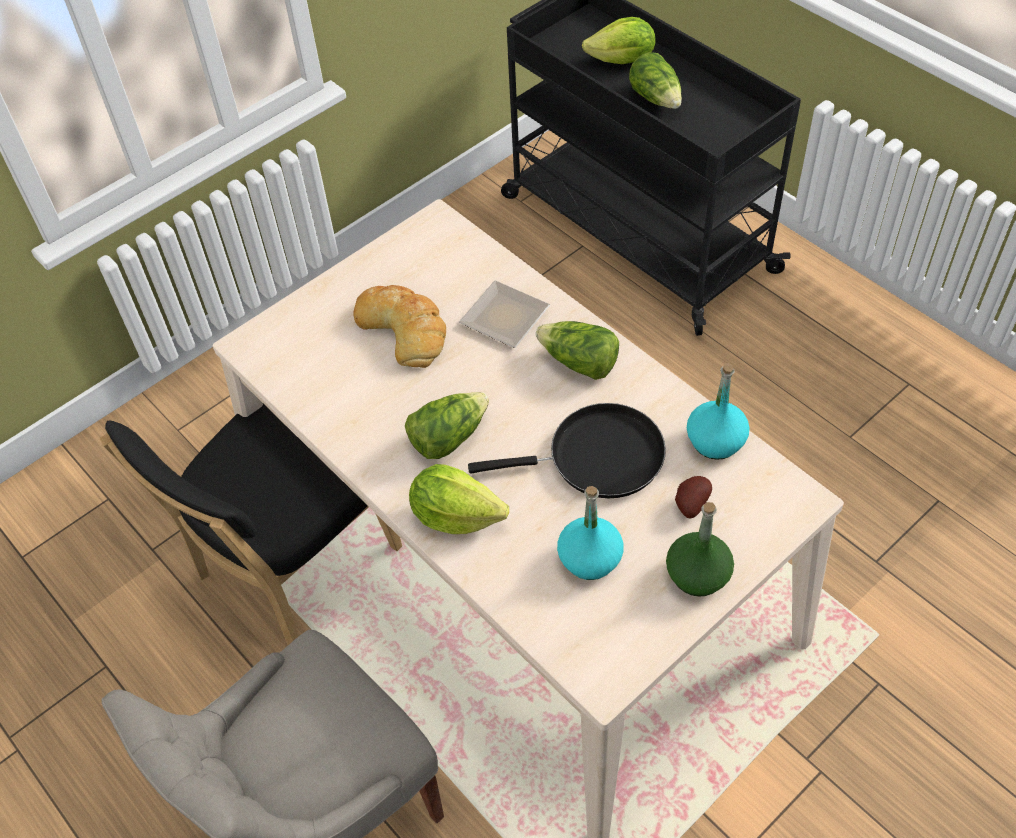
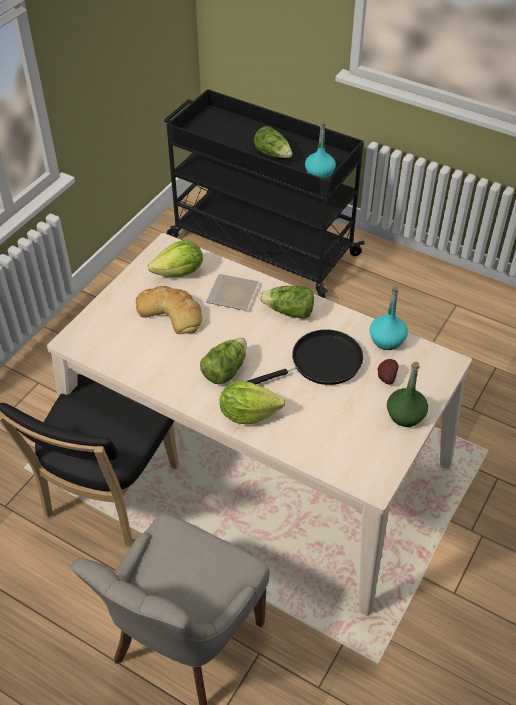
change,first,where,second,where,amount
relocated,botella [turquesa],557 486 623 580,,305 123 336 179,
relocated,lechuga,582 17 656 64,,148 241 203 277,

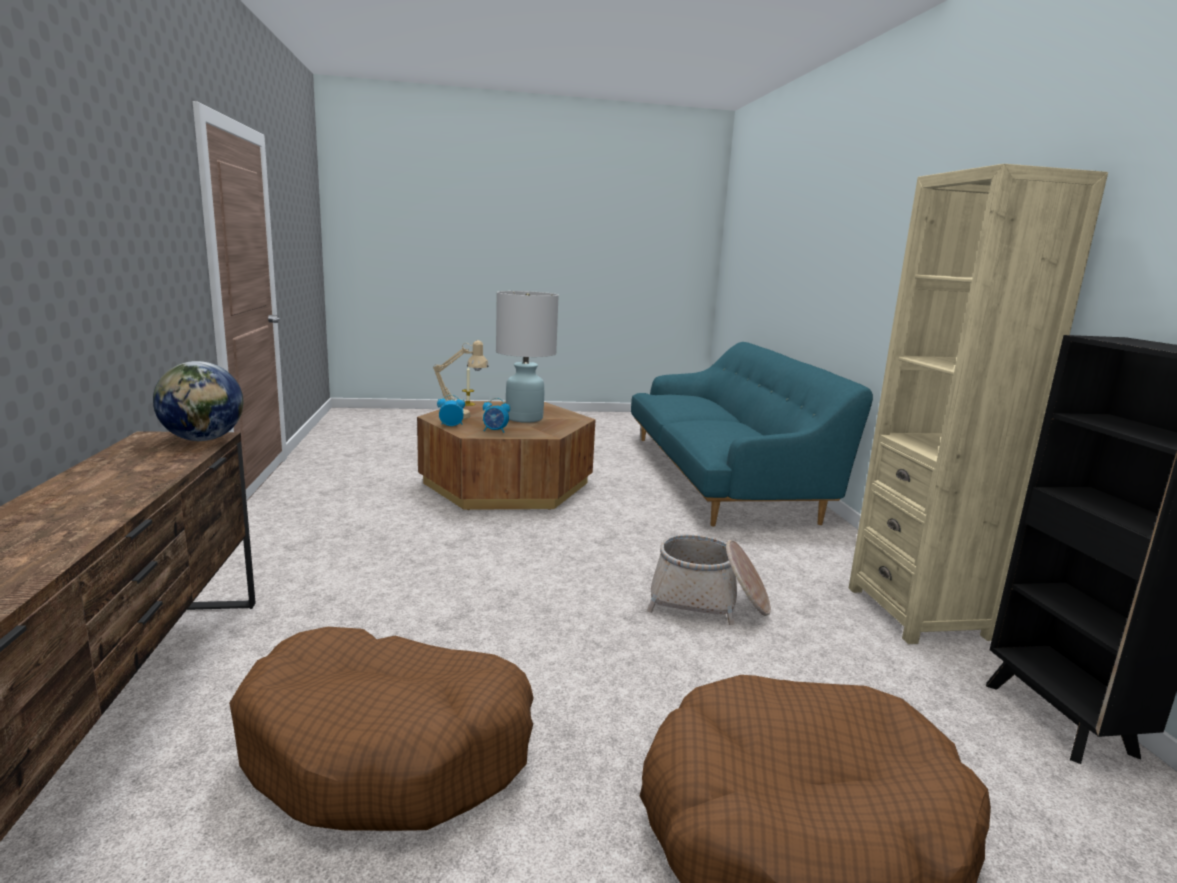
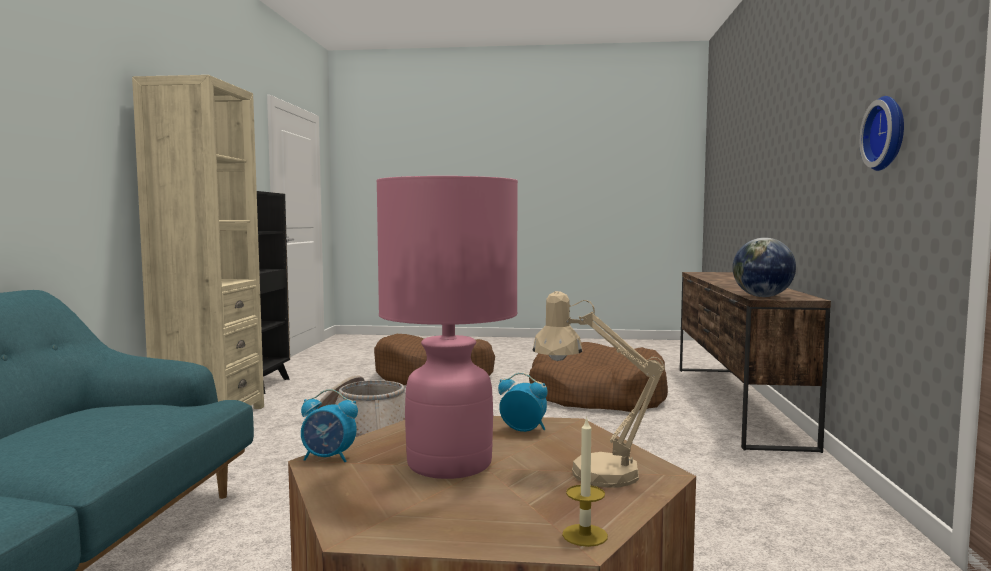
change,first,where,second,where,amount
relocated,despertador,437 395 465 426,,301 389 358 462,
colour,lámpara de mesa [blanco],496 291 559 423,lámpara de mesa [rosa],376 176 518 479,
appeared,,,reloj de pared,859 96 904 171,

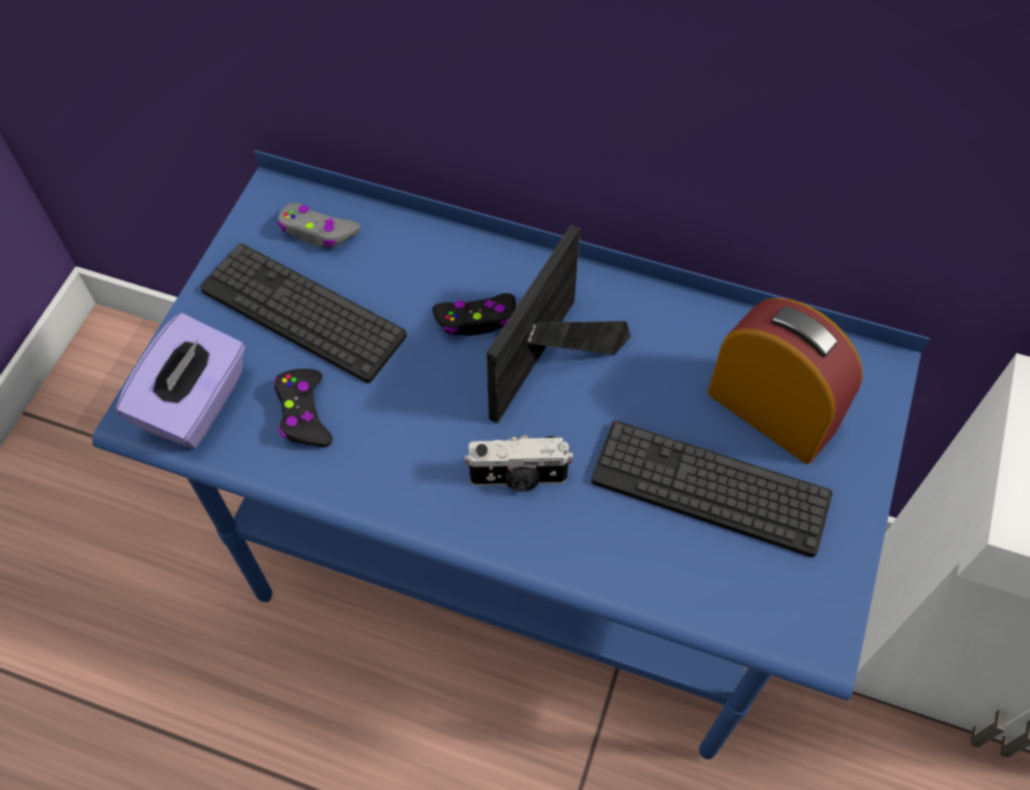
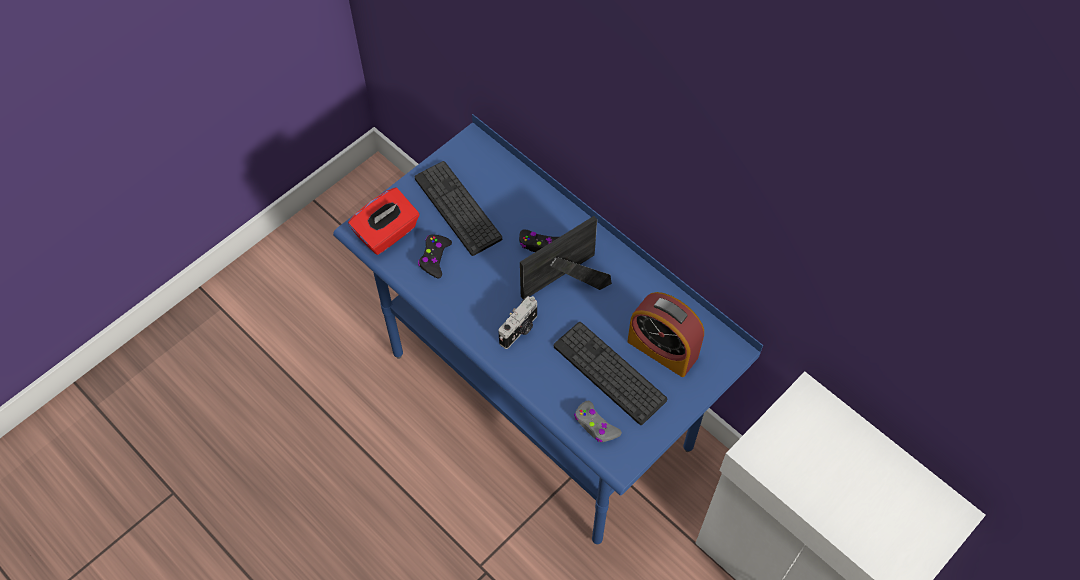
change,first,where,second,where,amount
colour,caja de pañuelos [morado],116 313 245 449,caja de pañuelos [rojo],348 187 420 255,
relocated,mando de consola [gris],277 203 360 248,,574 401 622 442,
spun,cámara,465 435 573 492,,498 296 537 349,75 degrees counterclockwise
spun,despertador,708 298 863 464,,628 292 704 377,150 degrees clockwise

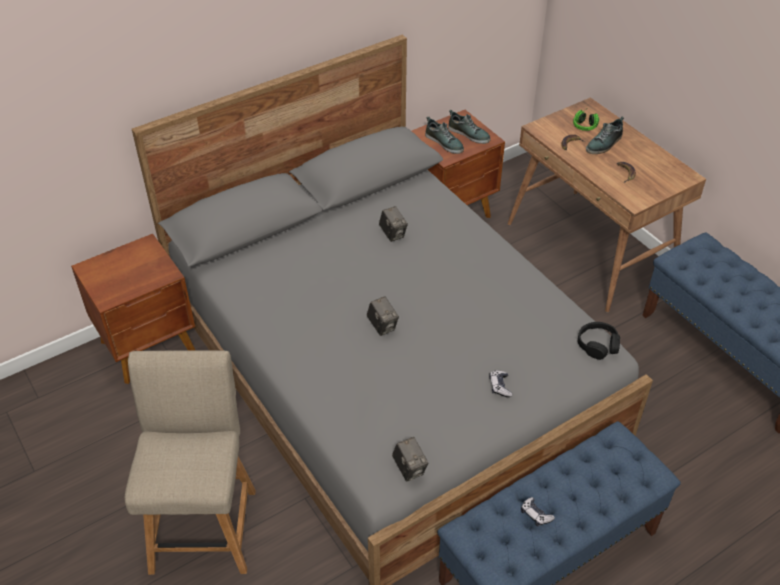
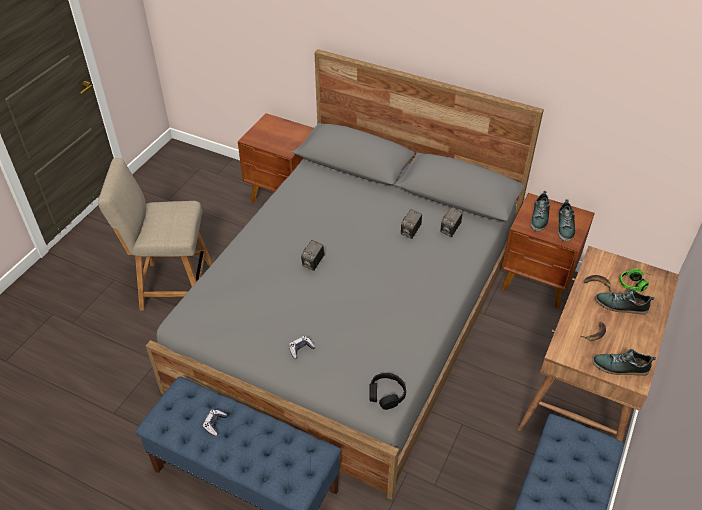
change,first,where,second,where,amount
spun,silla [beis],125 350 256 575,,98 158 213 311,150 degrees counterclockwise
relocated,cámara,392 437 428 482,,440 207 463 237,
appeared,,,zapato,592 349 656 376,

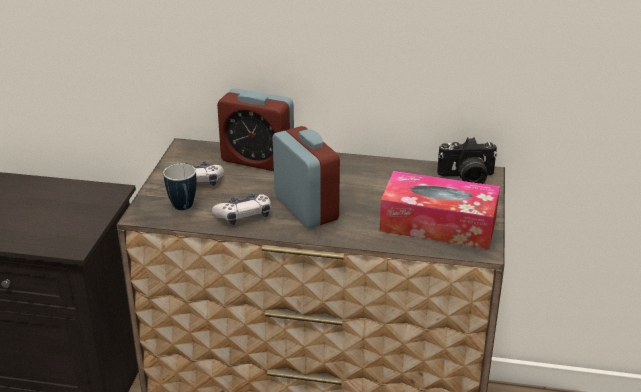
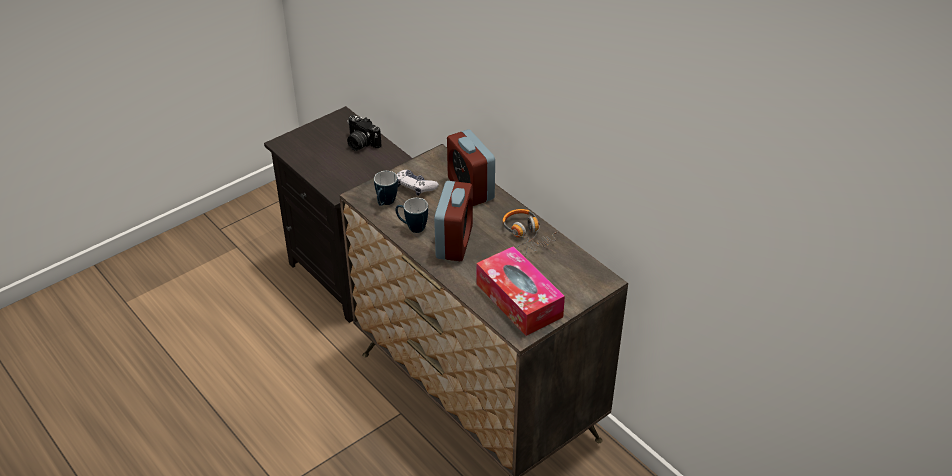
change,first,where,second,where,amount
exchanged,mando de consola,212 193 271 225,taza grande,395 198 428 233,
relocated,cámara,437 137 497 184,,347 115 381 151,
appeared,,,auriculares,502 209 559 255,

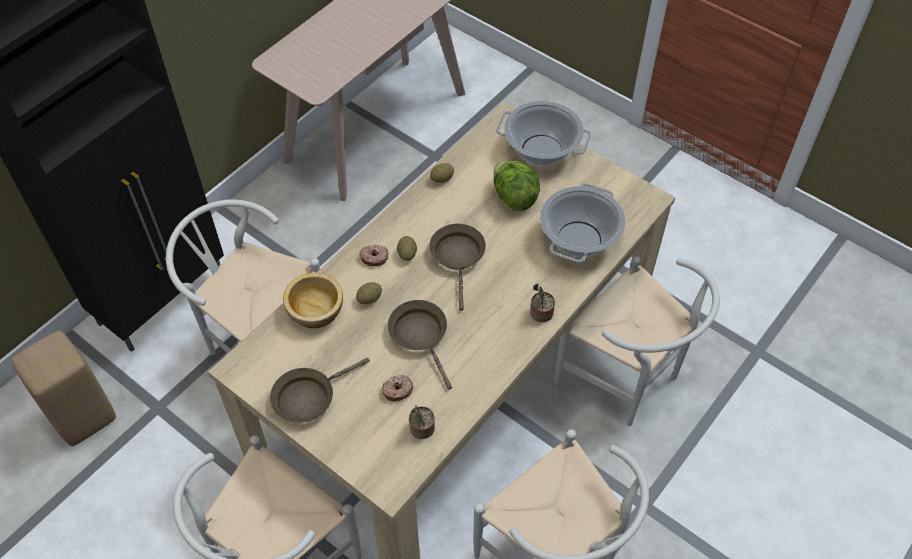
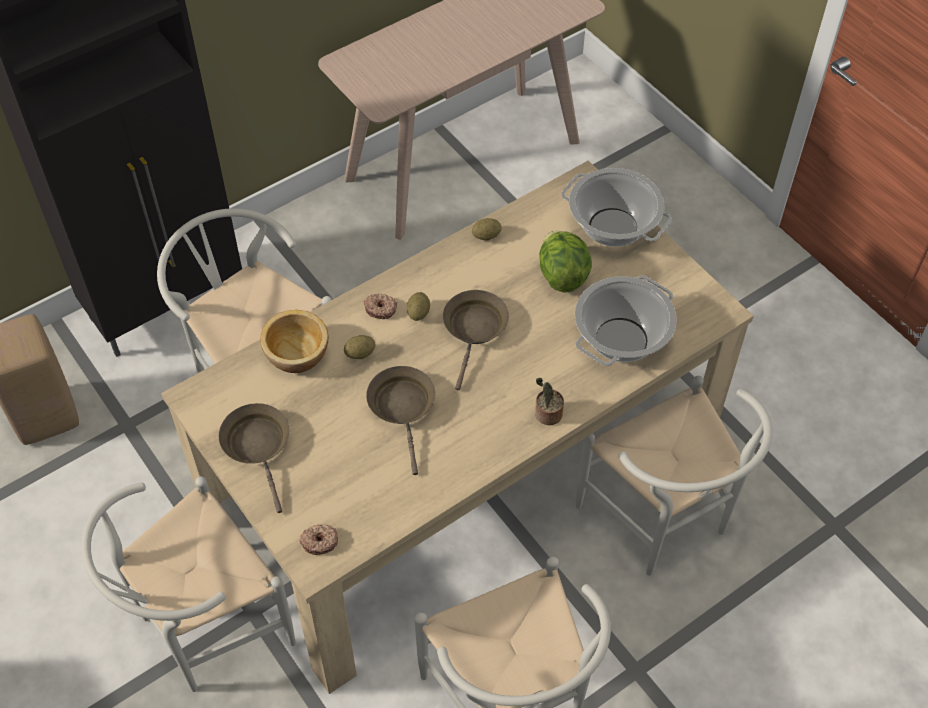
change,first,where,second,where,amount
spun,sartén [marrón],270 358 370 423,,219 403 289 513,90 degrees clockwise
relocated,rosquilla,381 375 413 402,,300 525 338 555,
missing,planta en maceta,409 405 435 439,,,

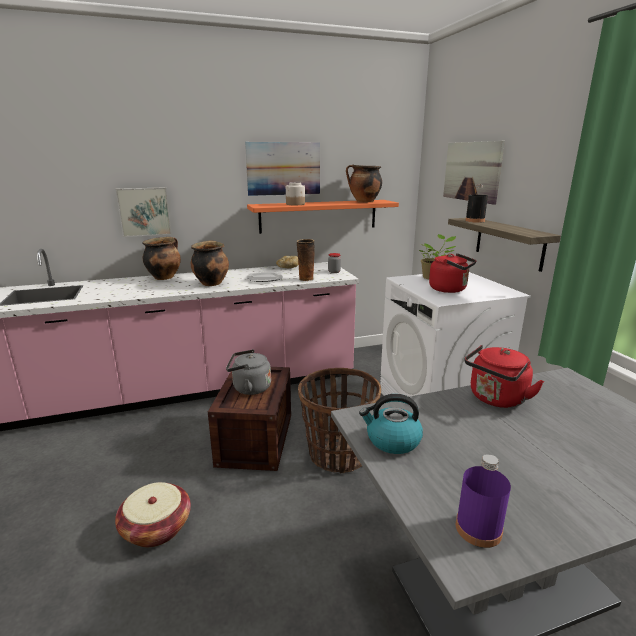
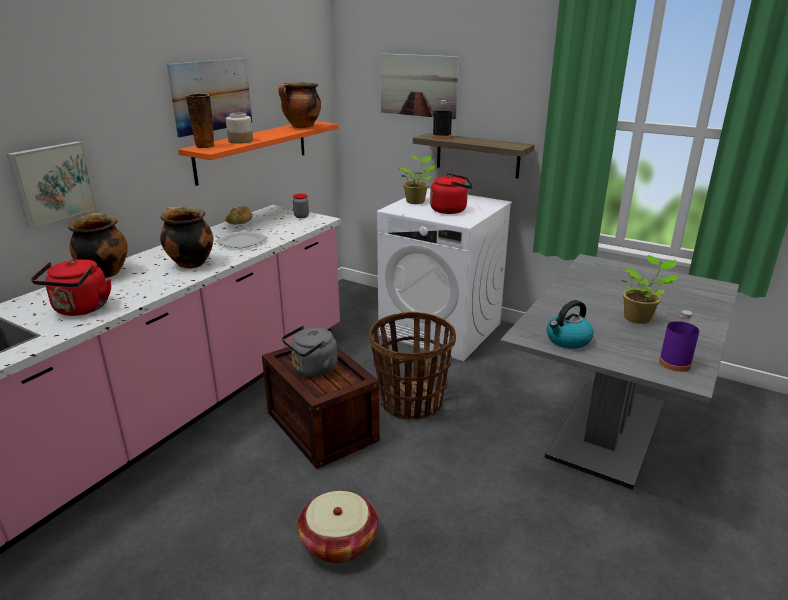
change,first,where,second,where,amount
relocated,florero,296 239 314 281,,186 93 215 148,
relocated,hervidor [rojo],465 345 544 408,,31 259 111 316,
appeared,,,planta en maceta,620 255 679 324,

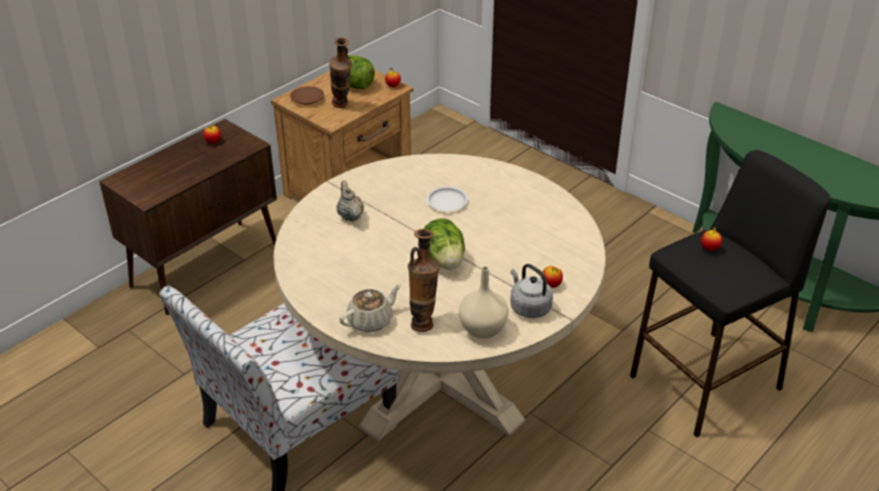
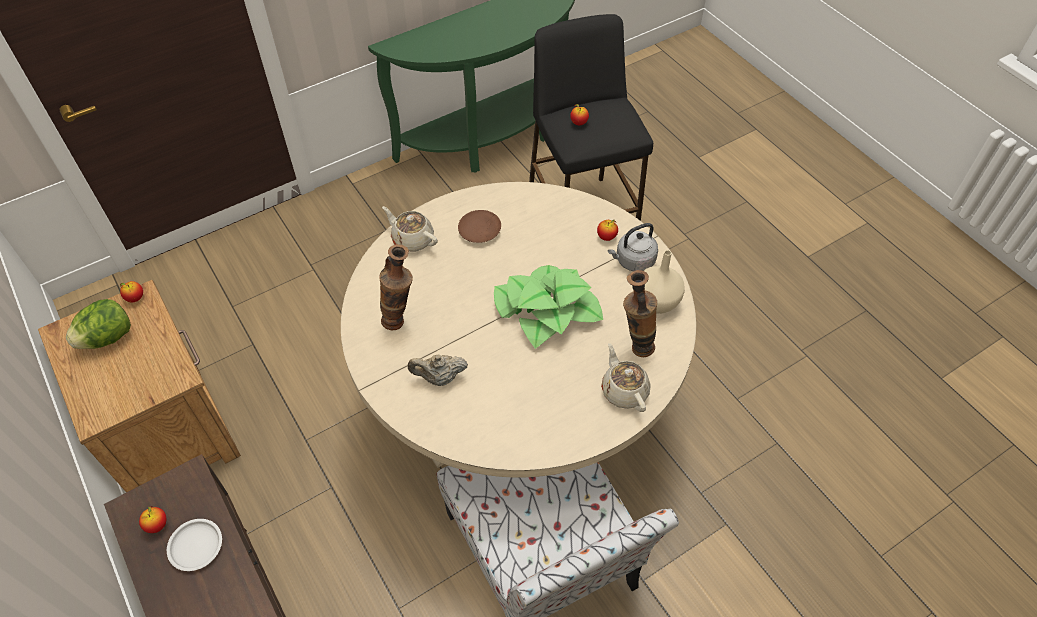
change,first,where,second,where,amount
relocated,plato [marrón],290 86 324 105,,458 210 501 243,
relocated,florero,329 37 352 108,,379 244 413 330,
exchanged,lechuga,424 218 465 270,planta en maceta,494 265 603 349,
relocated,plato [blanco],427 187 468 211,,167 519 222 571,
appeared,,,tetera [beis],382 206 438 252,

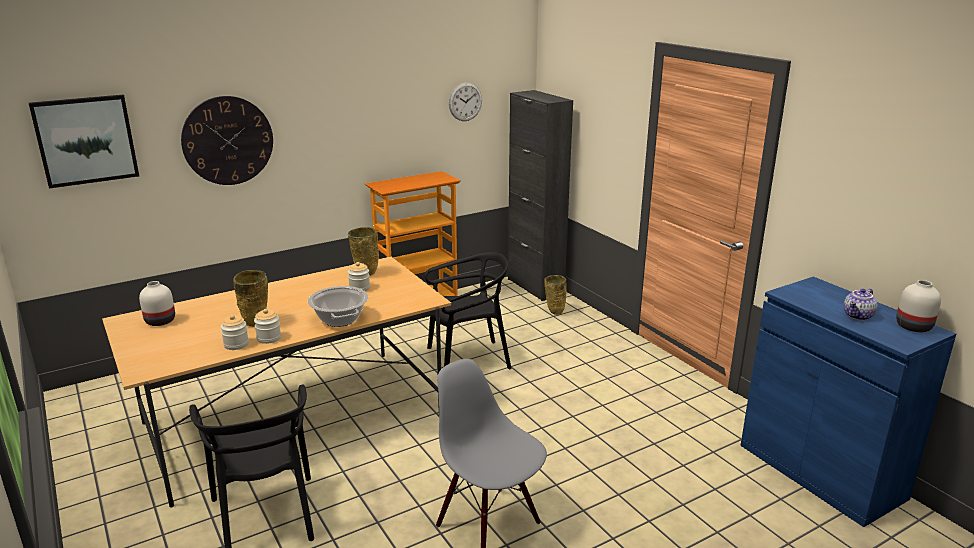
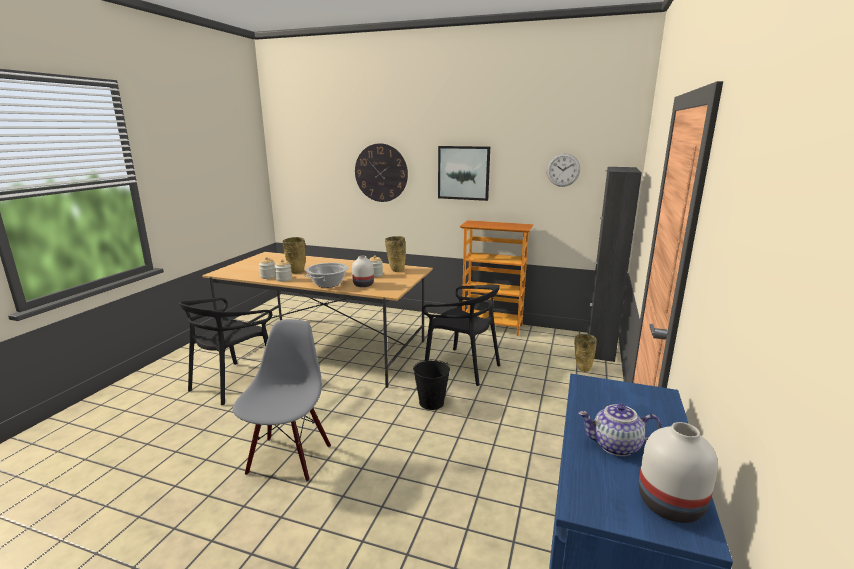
change,first,where,second,where,amount
relocated,cuadro,29 95 139 189,,438 146 490 201,
relocated,florero [blanco],139 281 175 326,,352 256 374 287,
appeared,,,cubo [negro],413 360 450 410,

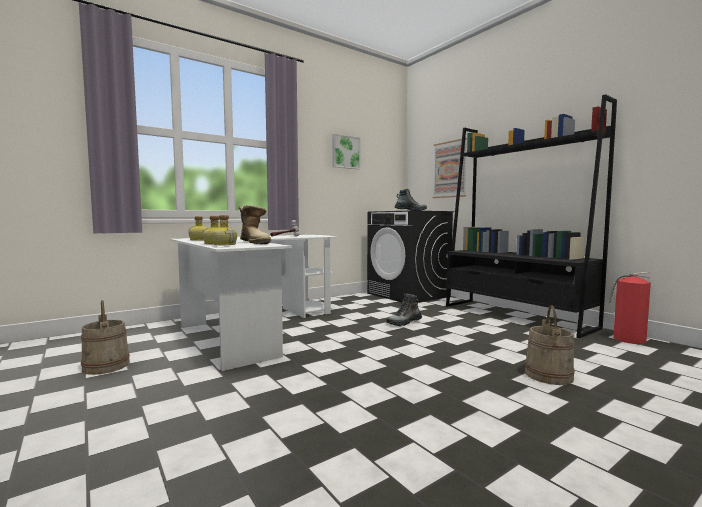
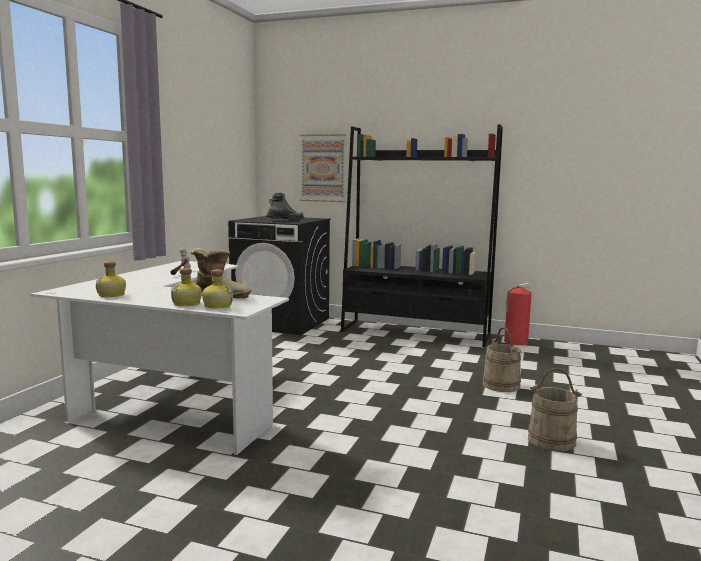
change,first,where,second,where,amount
relocated,cubo [beis],81 300 130 375,,528 368 582 451,
missing,cuadro,332 134 360 169,,,
missing,bota,386 293 422 326,,,

